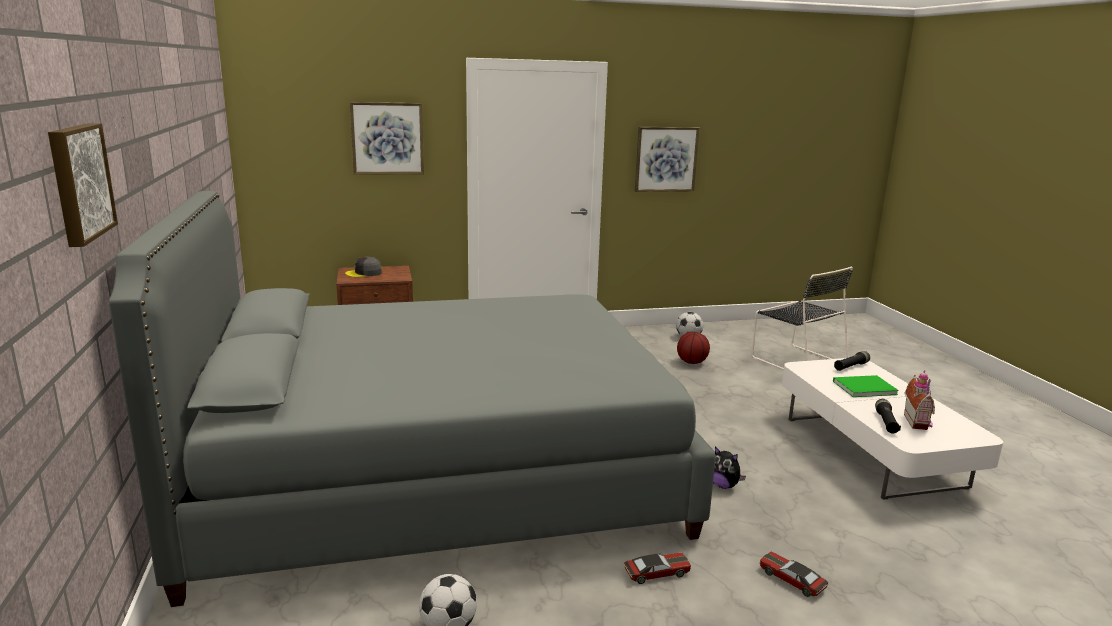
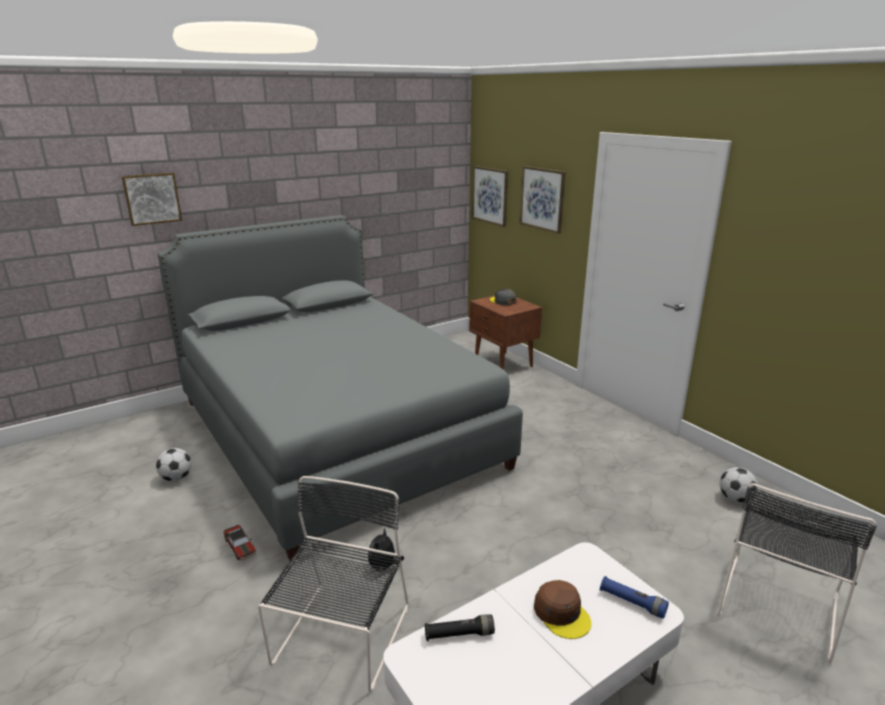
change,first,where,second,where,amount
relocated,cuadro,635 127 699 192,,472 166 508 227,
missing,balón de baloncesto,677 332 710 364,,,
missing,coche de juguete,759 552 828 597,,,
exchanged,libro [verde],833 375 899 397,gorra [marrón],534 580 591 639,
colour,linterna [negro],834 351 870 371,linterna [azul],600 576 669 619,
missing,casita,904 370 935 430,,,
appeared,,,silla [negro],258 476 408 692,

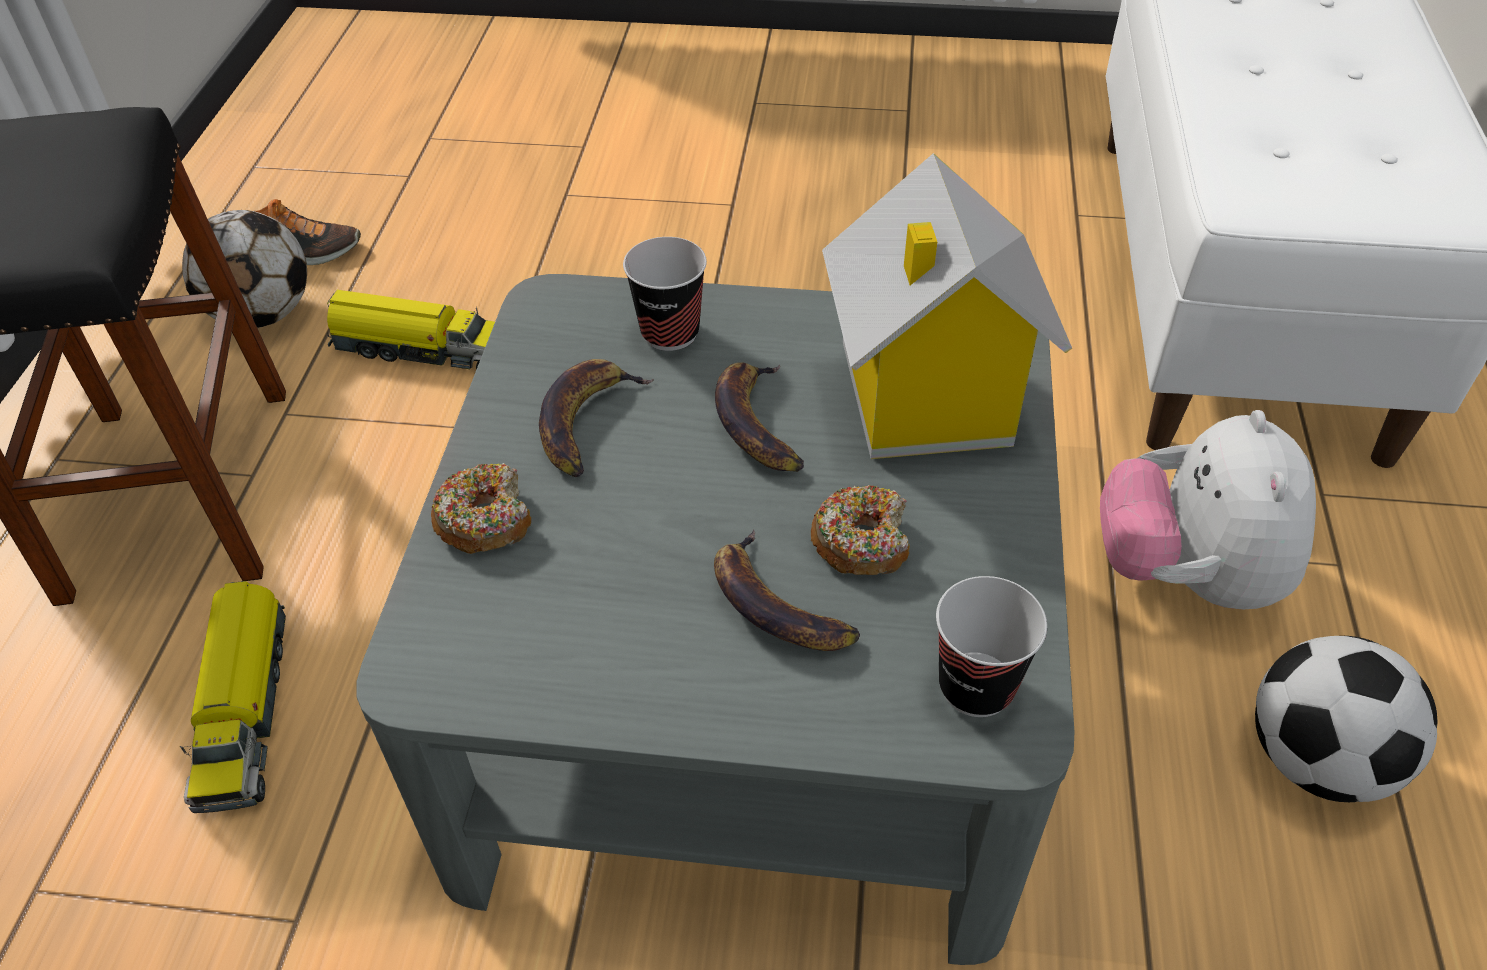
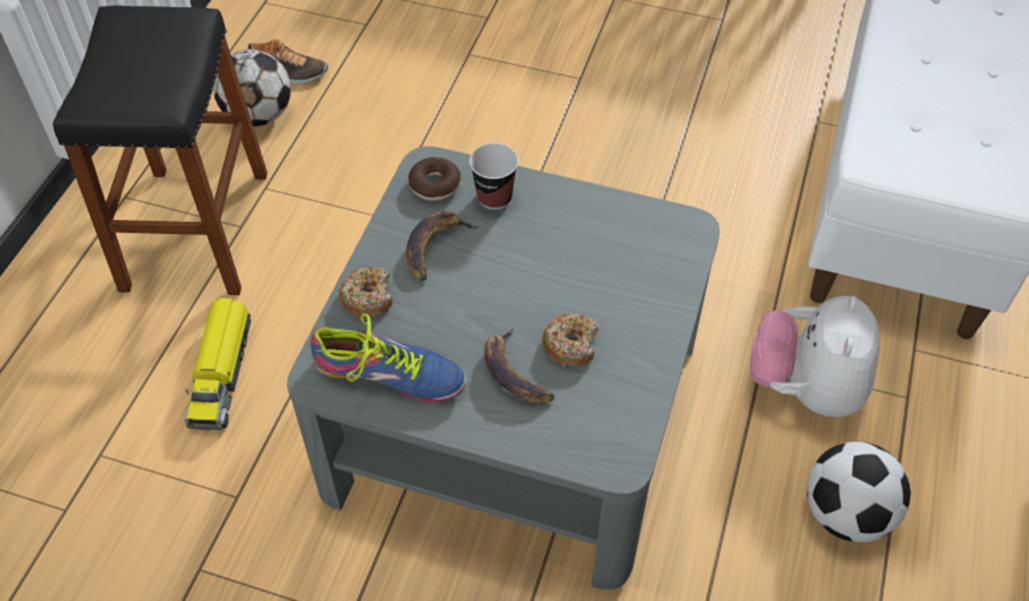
change,first,where,second,where,amount
missing,camión de juguete,327 290 495 370,,,
missing,plátano,715 362 804 472,,,
missing,casita,822 153 1072 459,,,
missing,taza,936 576 1047 717,,,
appeared,,,zapato,310 313 466 402,
appeared,,,rosquilla,408 157 461 201,

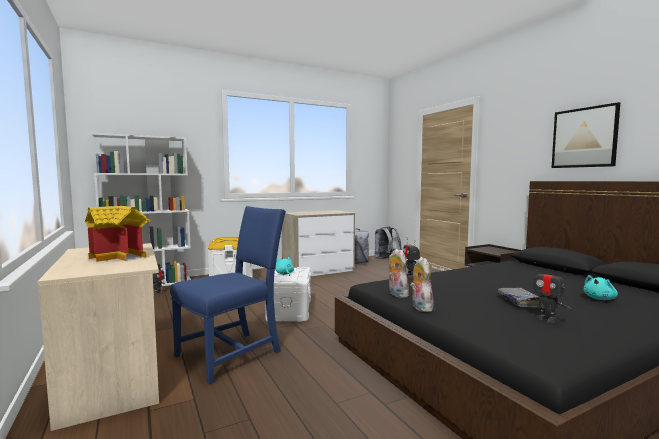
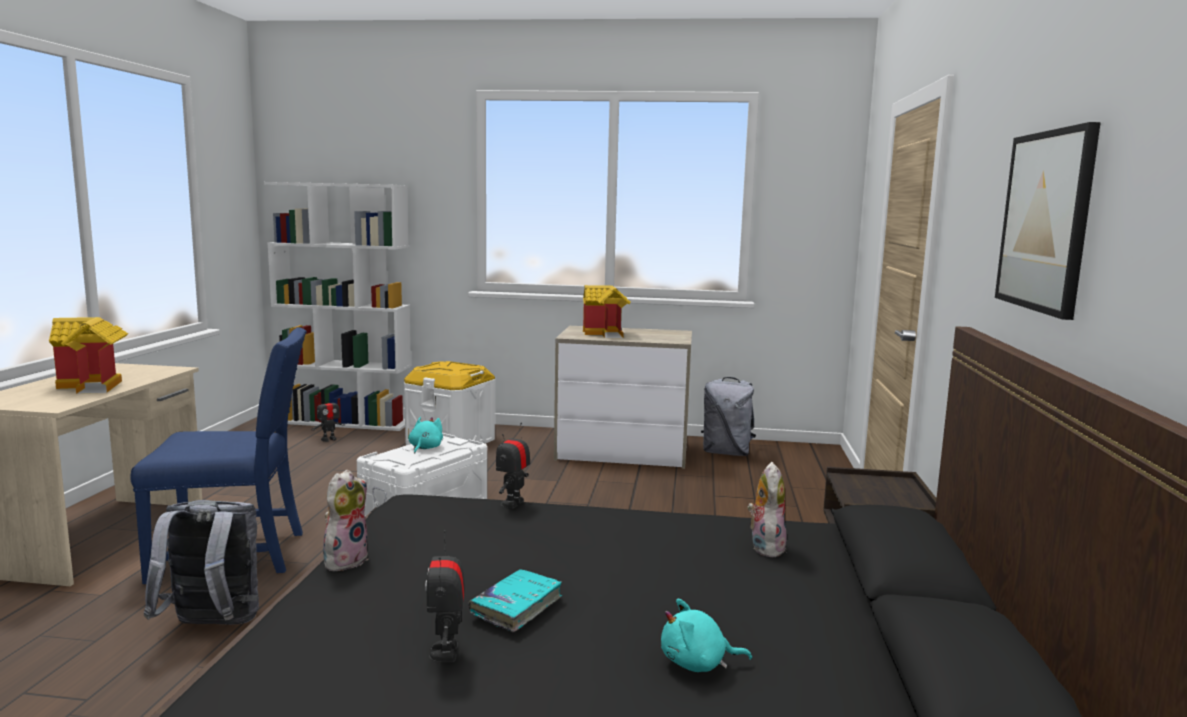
change,first,where,second,where,amount
relocated,mochila [gris],375 226 402 259,,144 500 259 625,
relocated,peluche,388 249 409 298,,747 462 787 557,
colour,libro [gris],498 288 541 308,libro [turquesa],468 569 562 632,
appeared,,,casita,583 285 631 338,

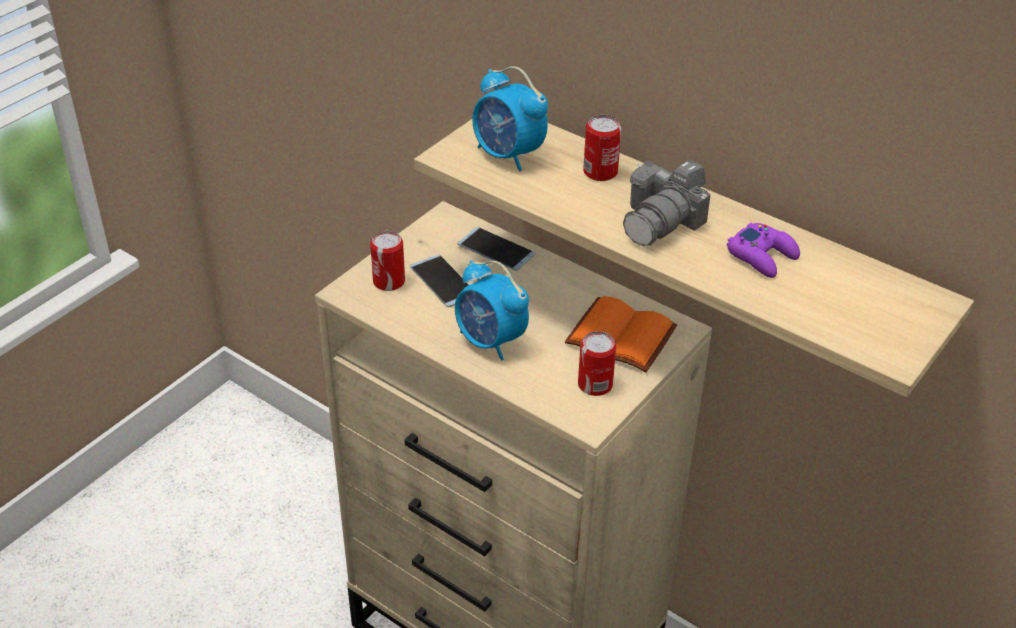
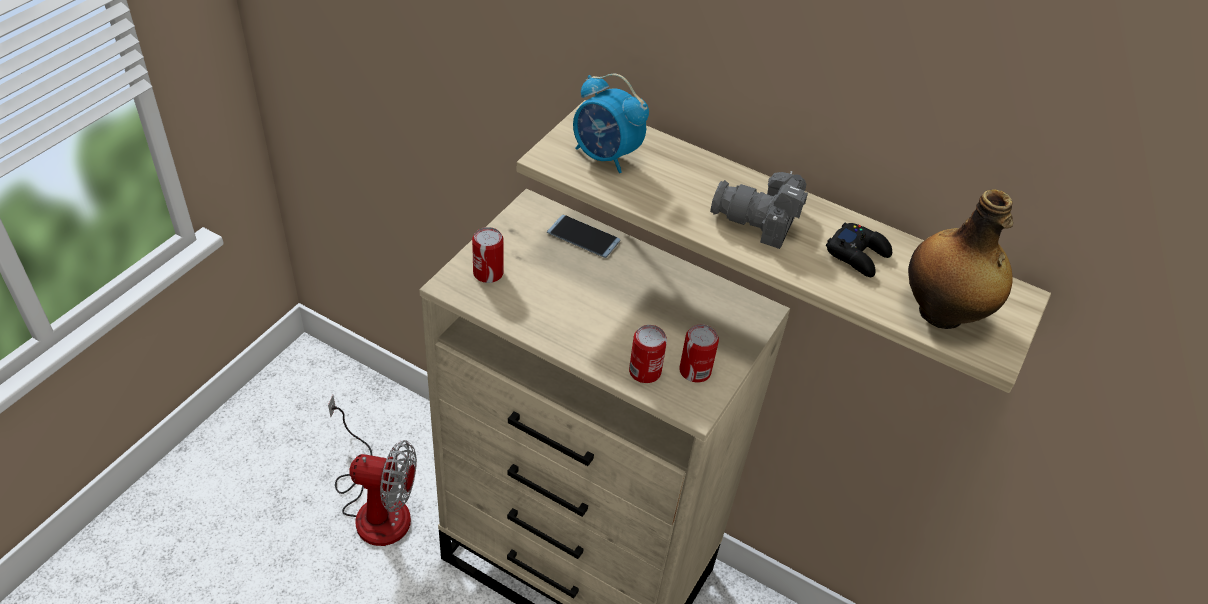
change,first,where,second,where,amount
missing,móvil,410 255 469 307,,,
missing,despertador,455 260 529 361,,,
missing,libro [naranja],565 296 677 372,,,
relocated,lata,583 115 622 181,,629 325 667 383,
spun,cámara,623 160 711 246,,710 171 808 249,75 degrees clockwise
colour,mando de consola [morado],727 223 800 278,mando de consola [negro],826 223 892 277,
appeared,,,ventilador,328 395 417 546,
appeared,,,botella,908 189 1013 329,

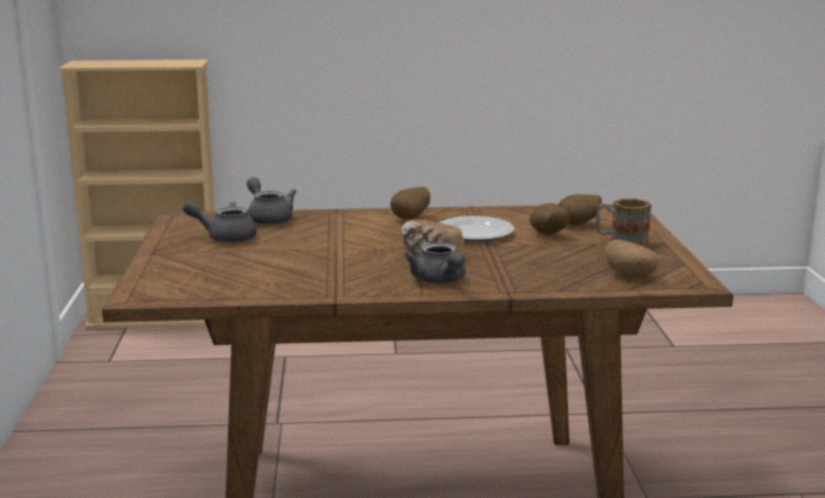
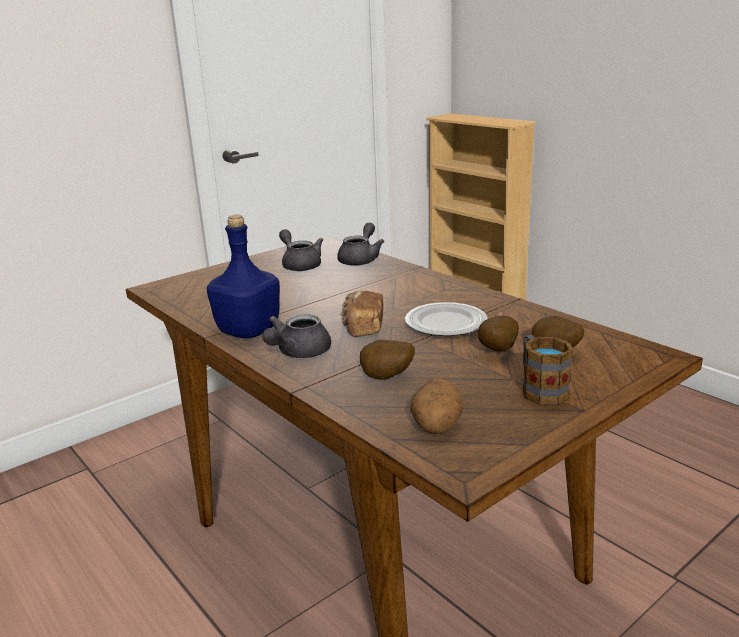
change,first,where,second,where,amount
relocated,patata,390 187 430 220,,360 340 415 379,
appeared,,,botella [azul],207 215 280 338,

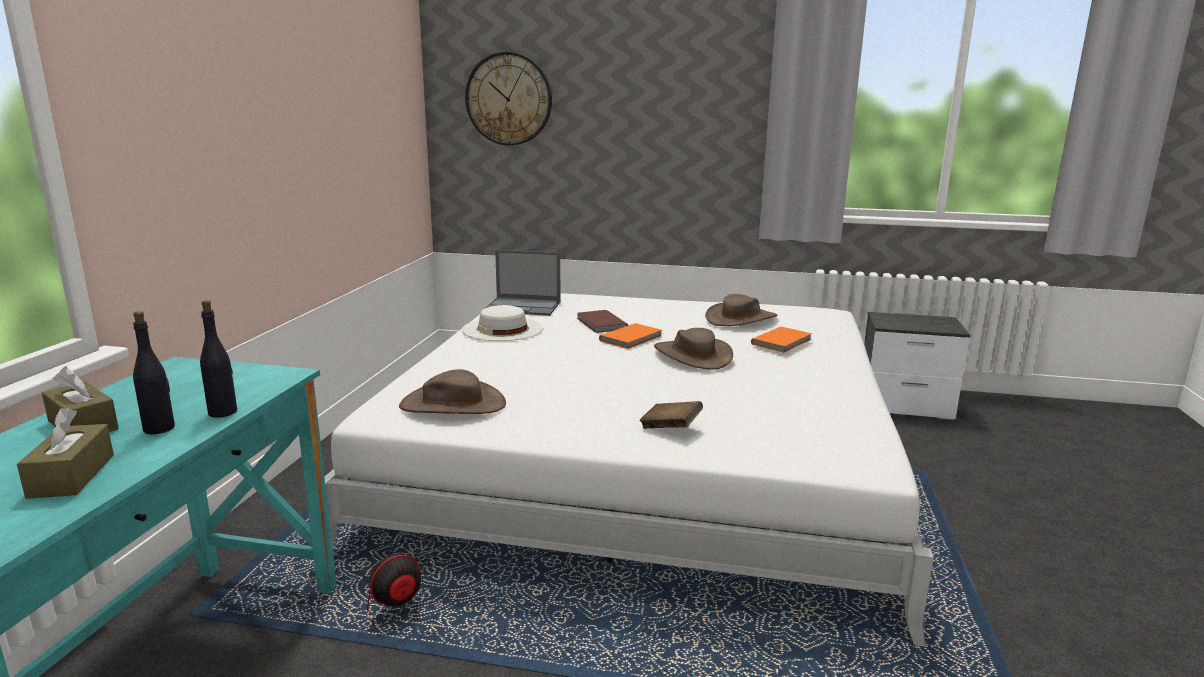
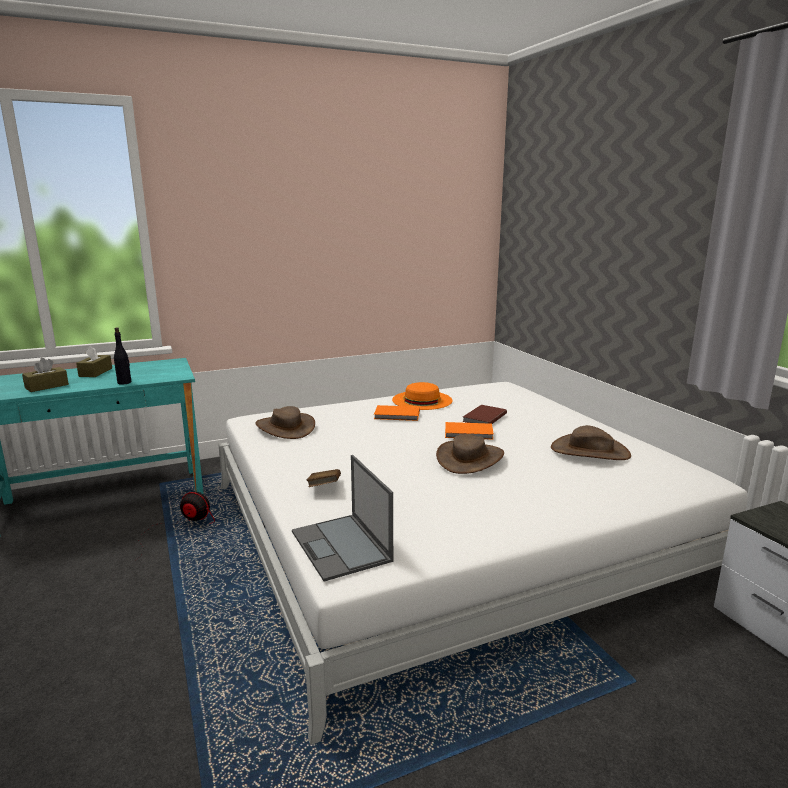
change,first,where,second,where,amount
missing,botella [negro],133 311 175 434,,,
colour,sombrero [blanco],462 305 543 341,sombrero [naranja],392 382 452 410,
missing,reloj de pared,465 52 552 146,,,
relocated,portátil,486 250 561 316,,292 455 393 582,
relocated,libro [naranja],751 327 812 353,,374 405 420 421,

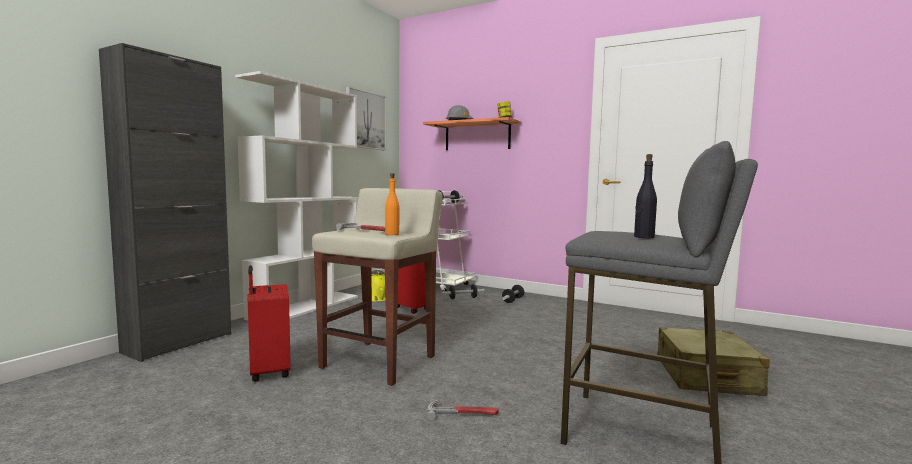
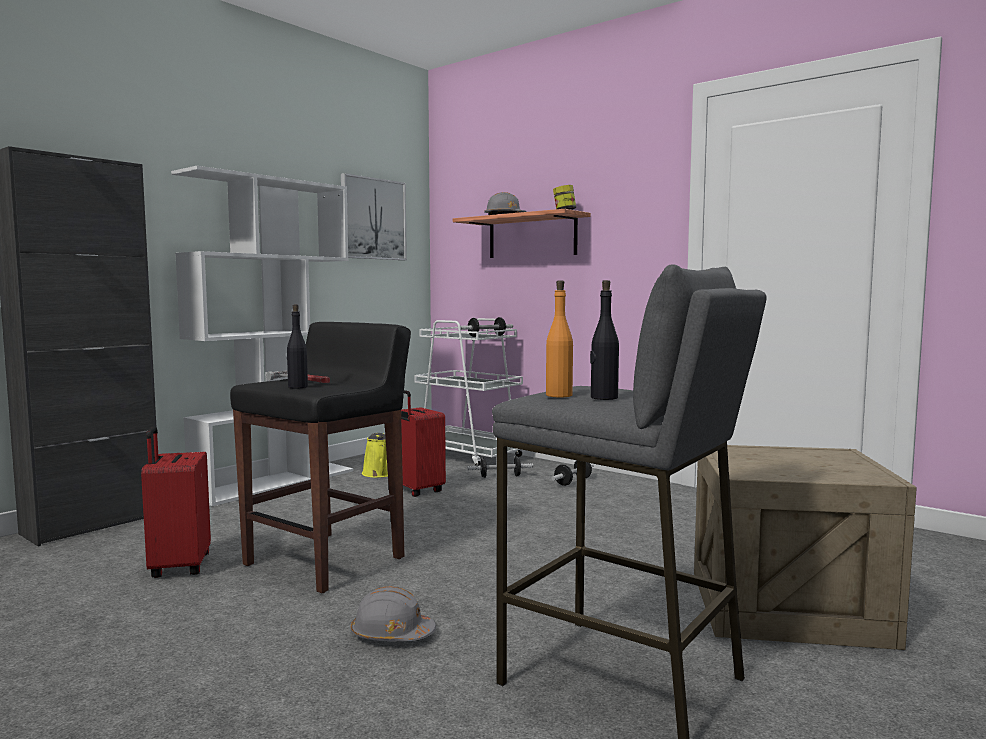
change,first,where,second,where,amount
colour,taburete [beis],312 188 443 386,taburete [negro],230 322 411 593,
relocated,botella [naranja],385 173 399 235,,546 280 573 397,
exchanged,martillo,427 400 499 420,casco [gris],351 586 436 641,
exchanged,maleta [beis],658 327 770 396,caja de embalaje,694 445 917 650,
appeared,,,botella [negro],287 304 308 389,

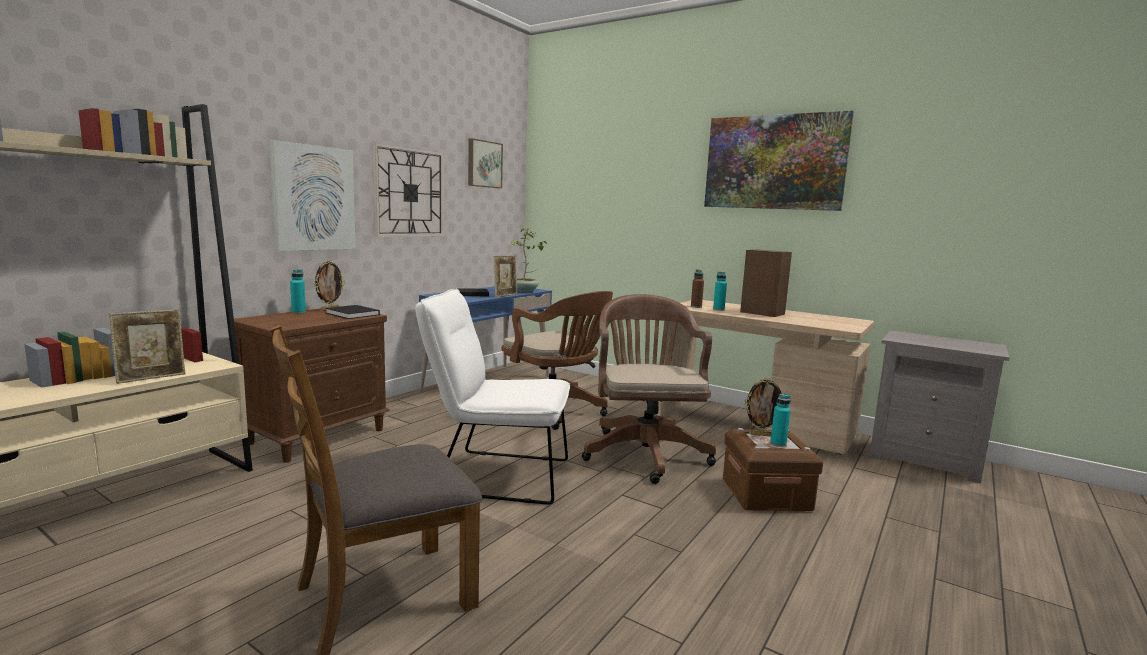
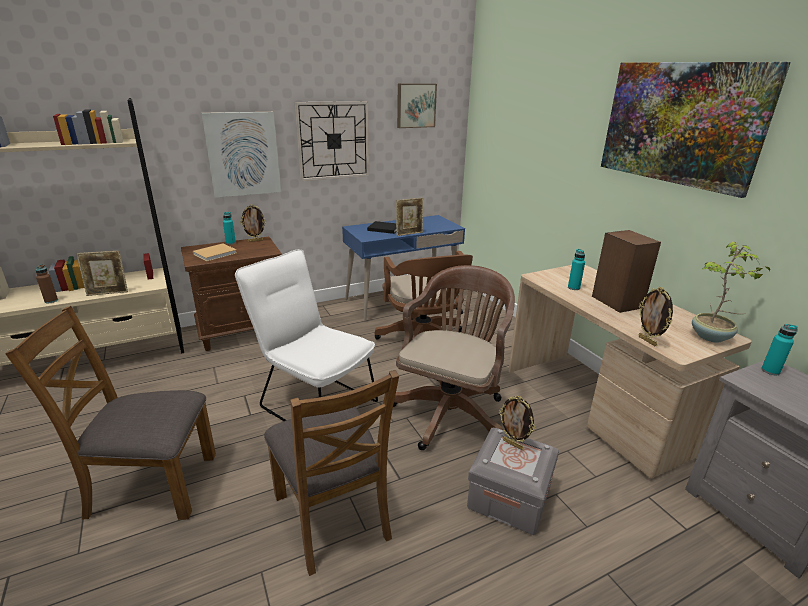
change,first,where,second,where,amount
missing,libro [negro],325 305 380 319,,,
relocated,planta en maceta,511 227 547 292,,692 242 770 343,
relocated,botella [marrón],691 269 704 308,,36 264 58 303,
colour,caja de almacenaje [marrón],723 428 823 511,caja de almacenaje [gris],467 428 559 535,
relocated,botella [turquesa],770 394 791 447,,761 324 798 375,
appeared,,,libro [beis],193 243 237 262,
appeared,,,silla [marrón],264 370 399 576,
appeared,,,portarretratos,639 287 673 346,

